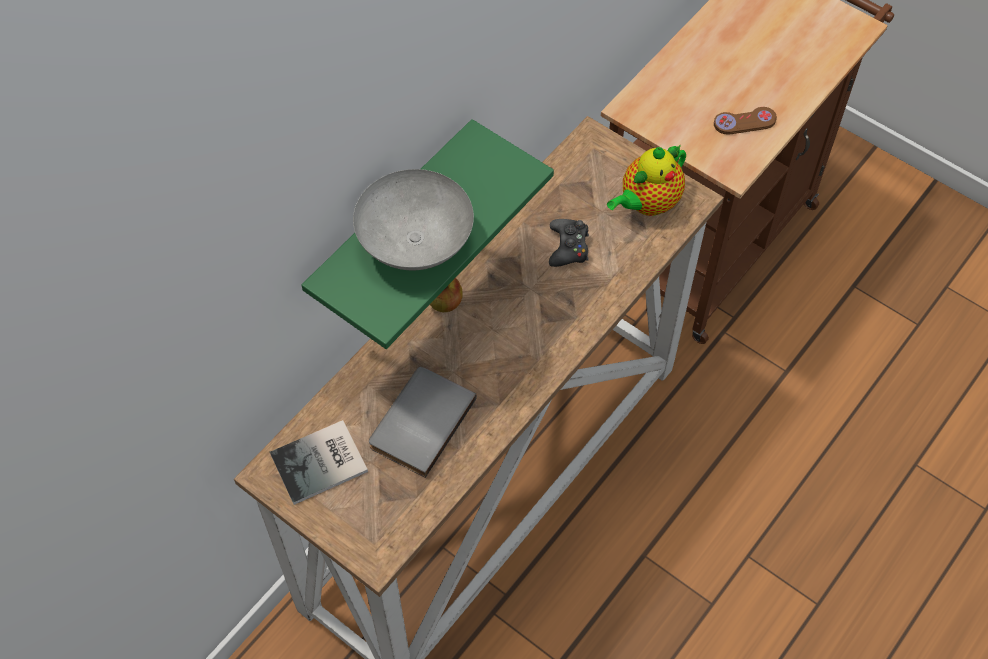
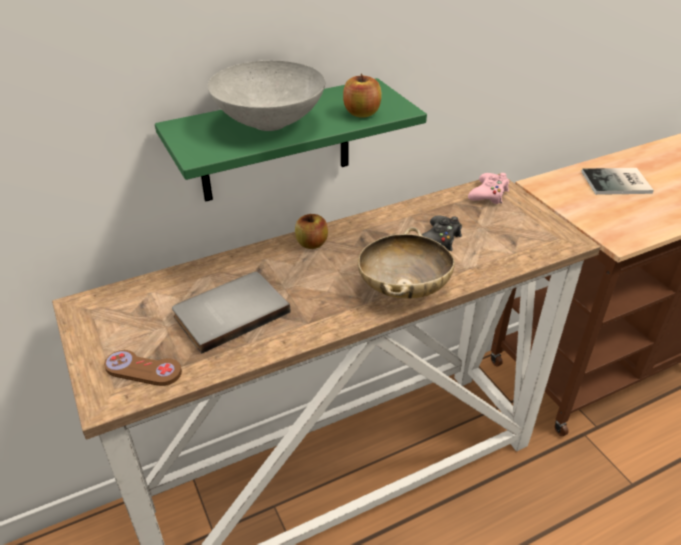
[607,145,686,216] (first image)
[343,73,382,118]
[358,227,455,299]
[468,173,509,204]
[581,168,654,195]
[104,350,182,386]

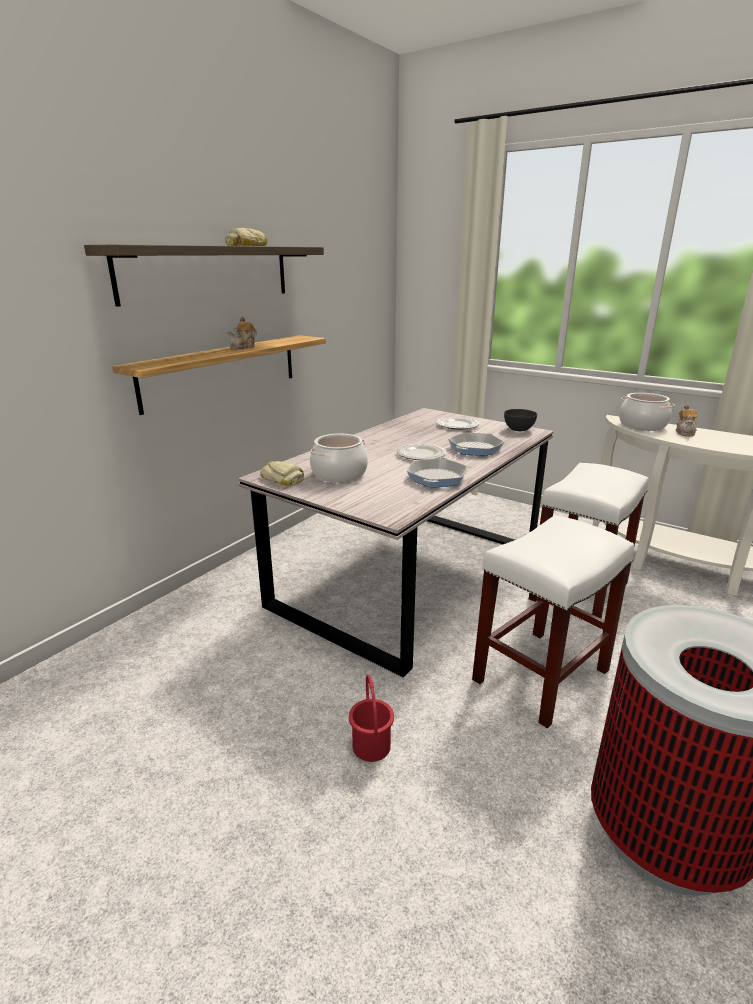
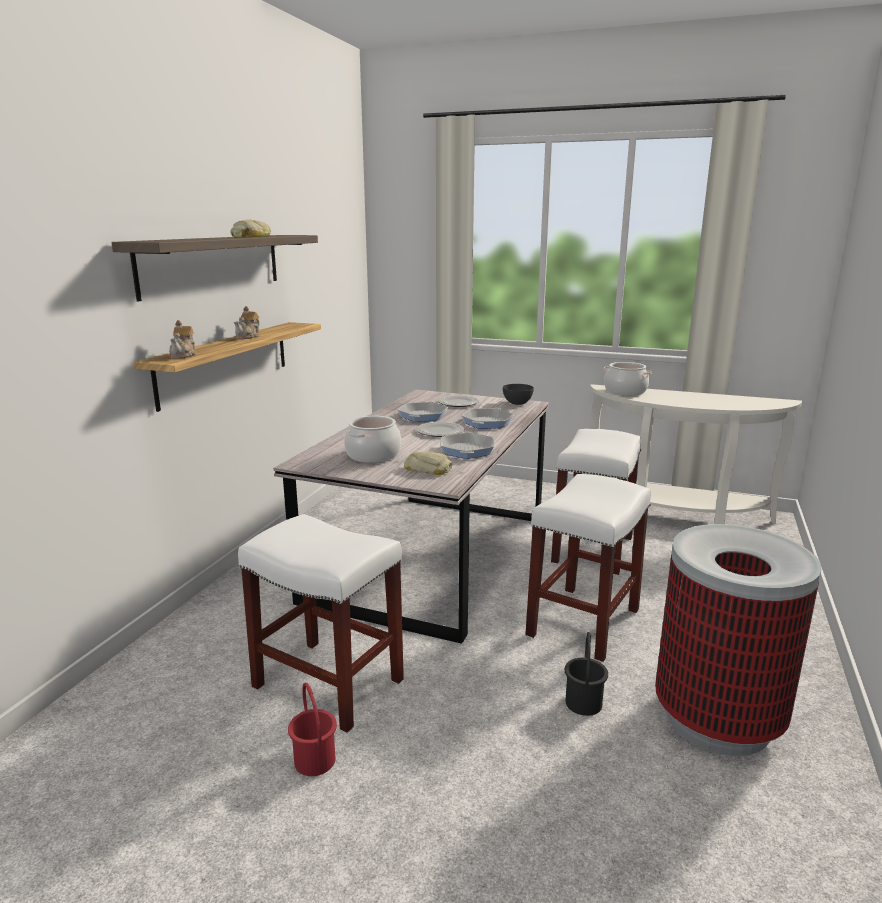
[238,514,404,734]
[398,402,448,422]
[565,632,608,716]
[404,452,452,475]
[288,683,337,776]
[169,320,197,359]

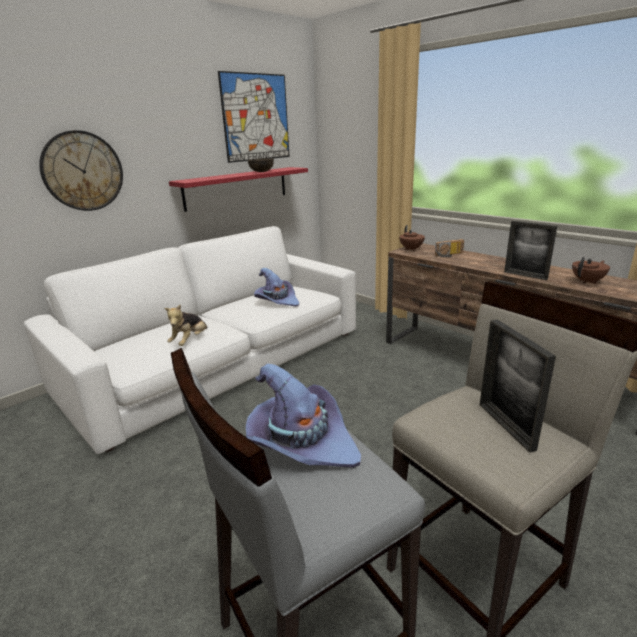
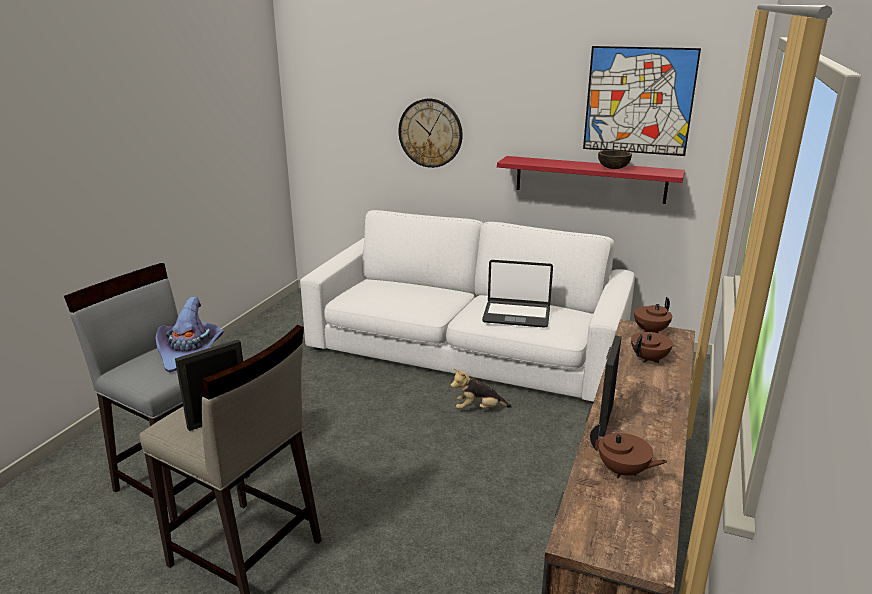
[451,369,512,409]
[482,260,553,328]
[631,331,673,363]

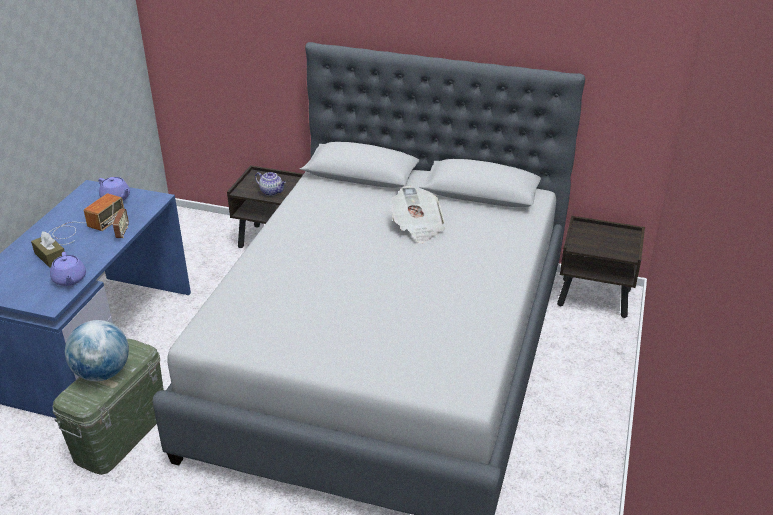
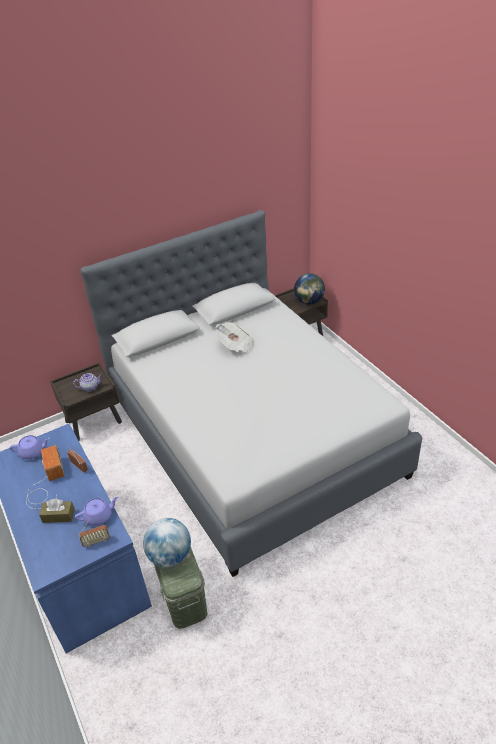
[79,519,110,547]
[294,273,325,305]
[75,497,118,526]

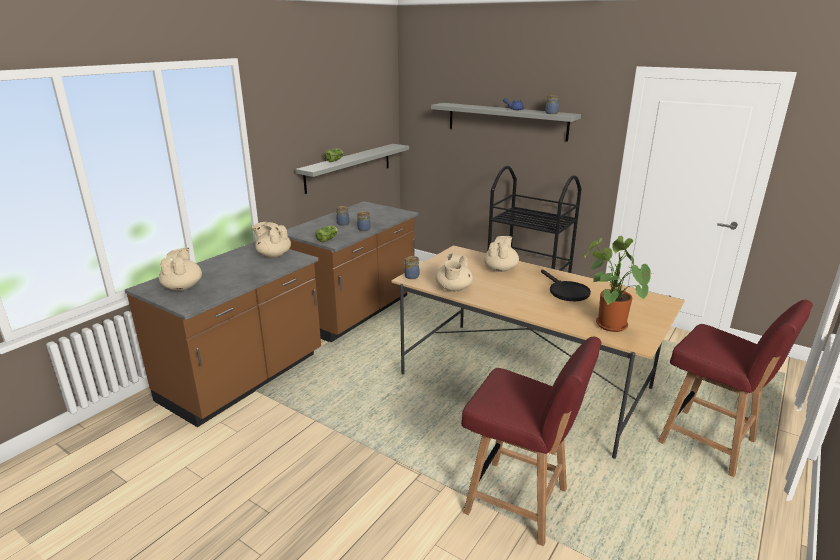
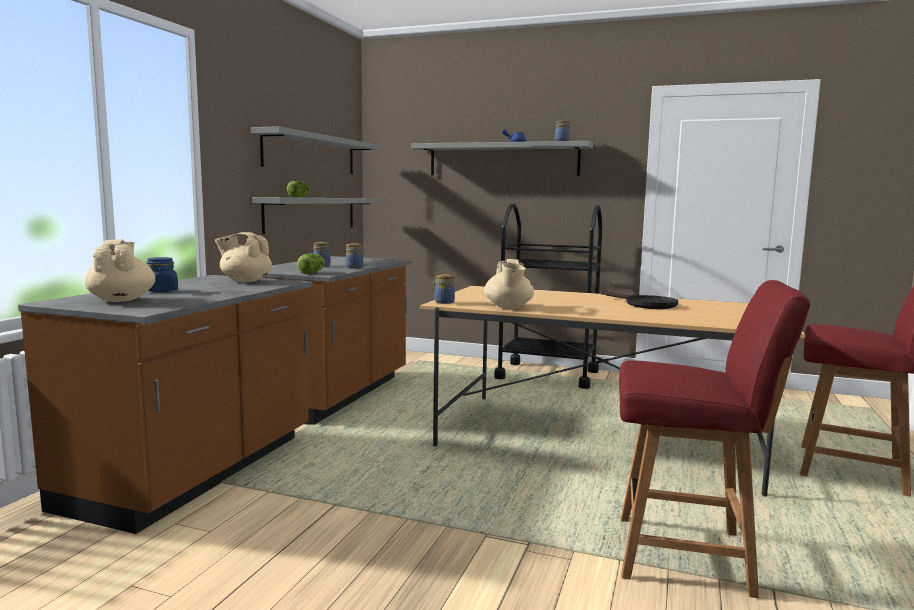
[484,236,519,272] (first image)
[584,236,653,332] (first image)
[146,257,178,292]
[251,126,380,174]

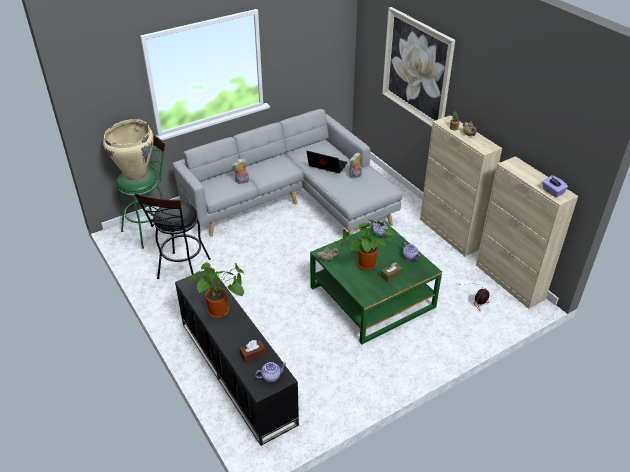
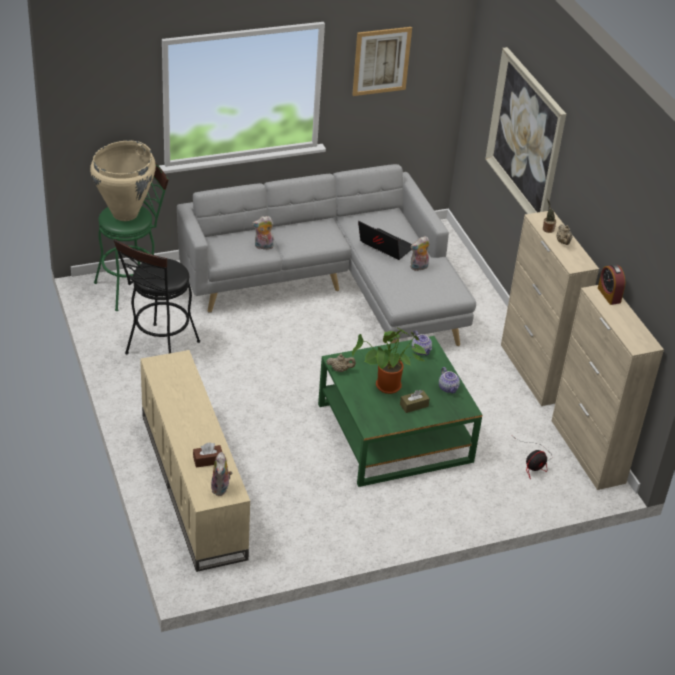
[185,262,244,318] (first image)
[542,175,568,197] (first image)
[352,27,412,96]
[598,264,625,305]
[211,452,232,496]
[140,350,250,572]

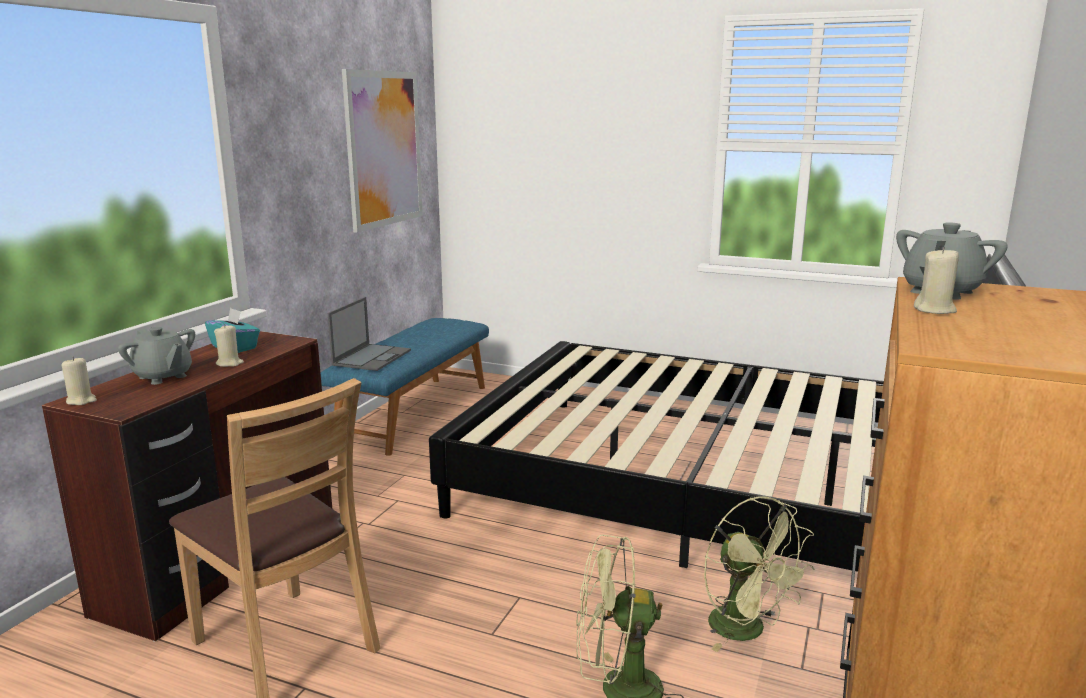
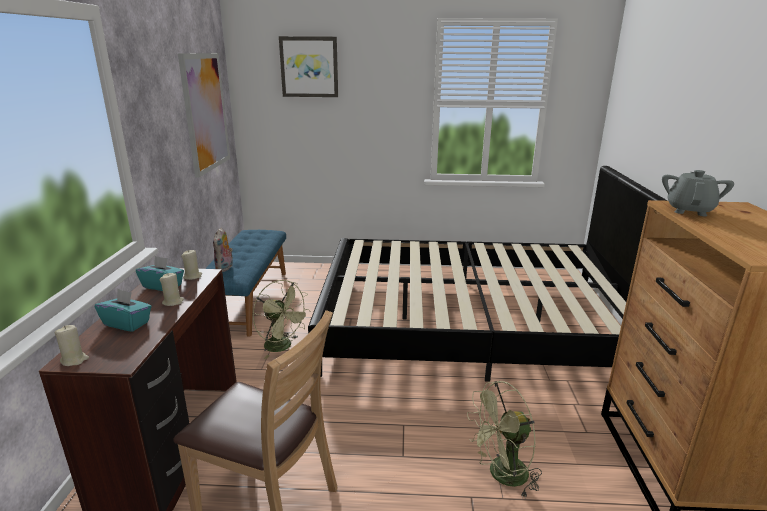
[279,36,338,97]
[253,280,311,359]
[181,250,202,280]
[95,289,152,332]
[213,227,233,272]

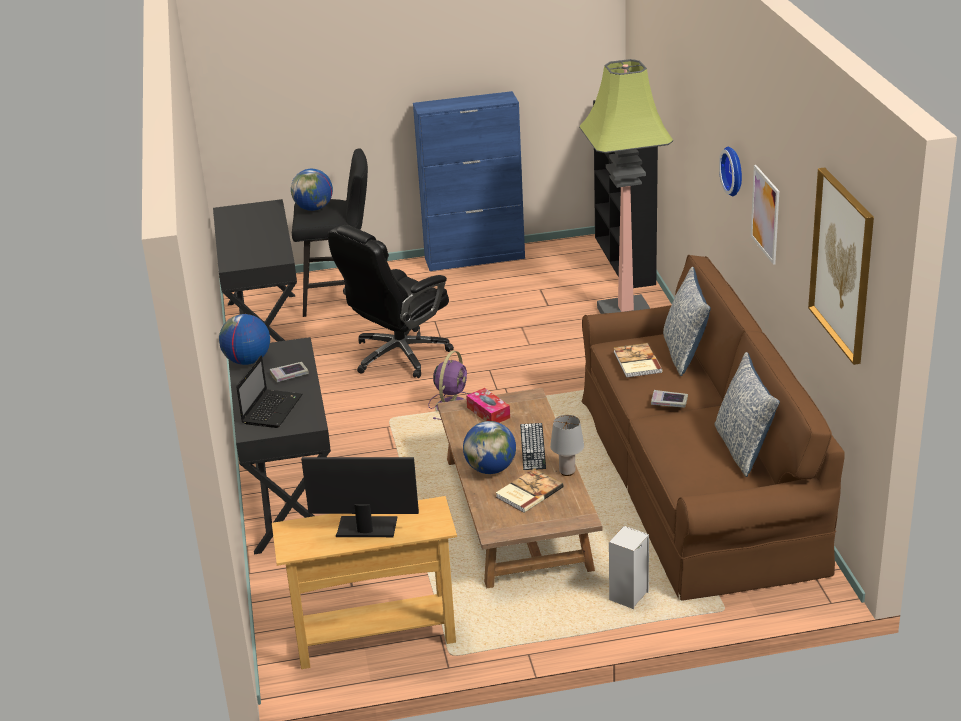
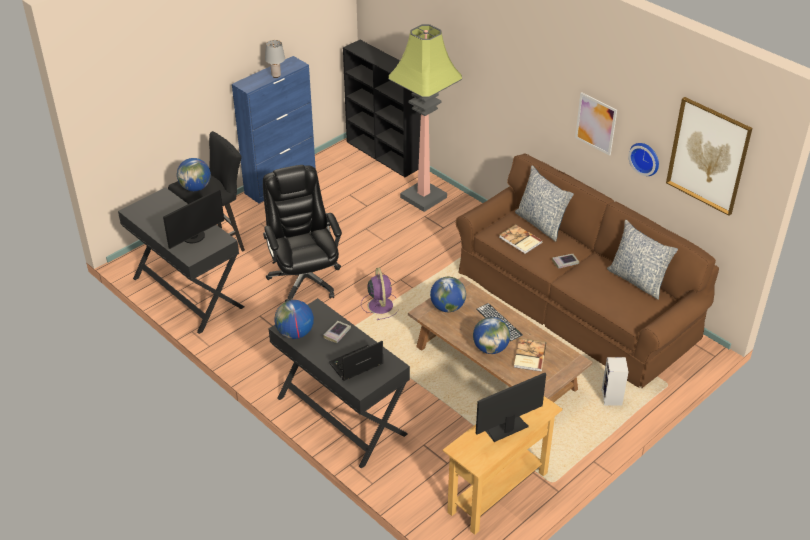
[163,189,224,249]
[265,40,285,78]
[628,143,659,176]
[430,277,466,312]
[329,341,383,381]
[263,165,342,302]

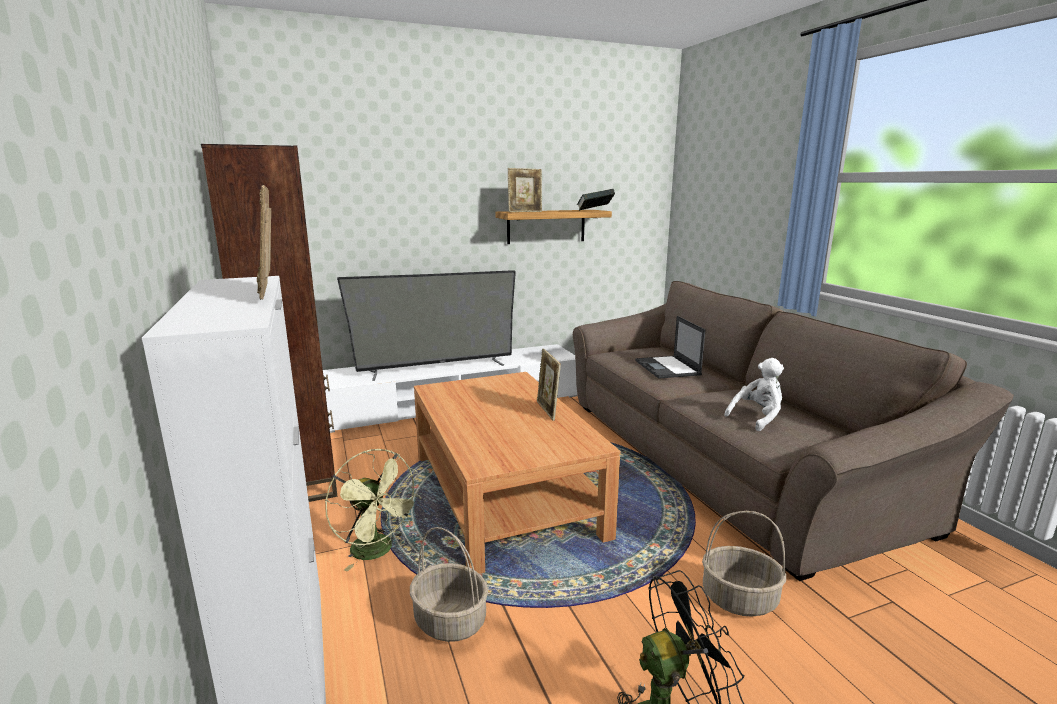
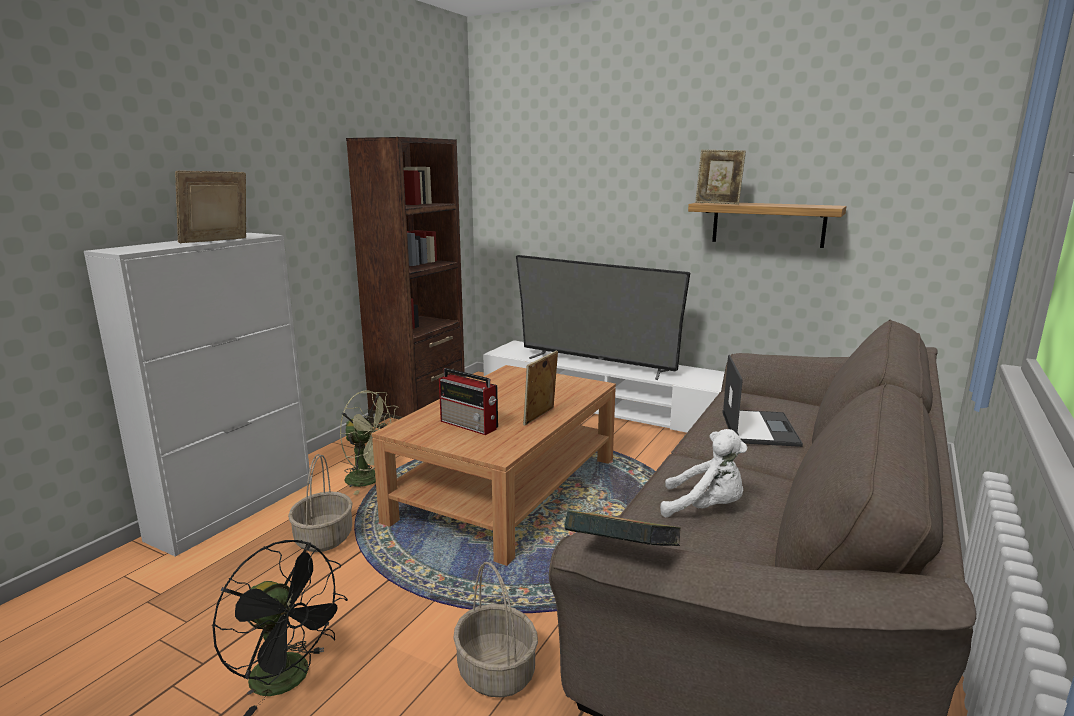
[439,368,498,435]
[564,510,681,546]
[340,390,399,495]
[722,355,803,447]

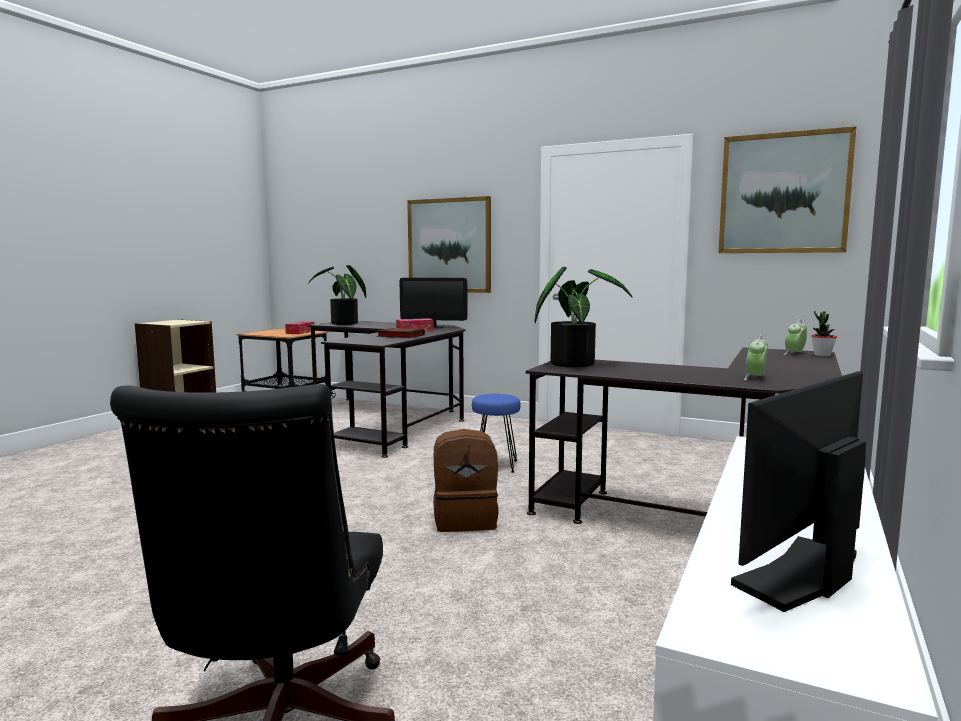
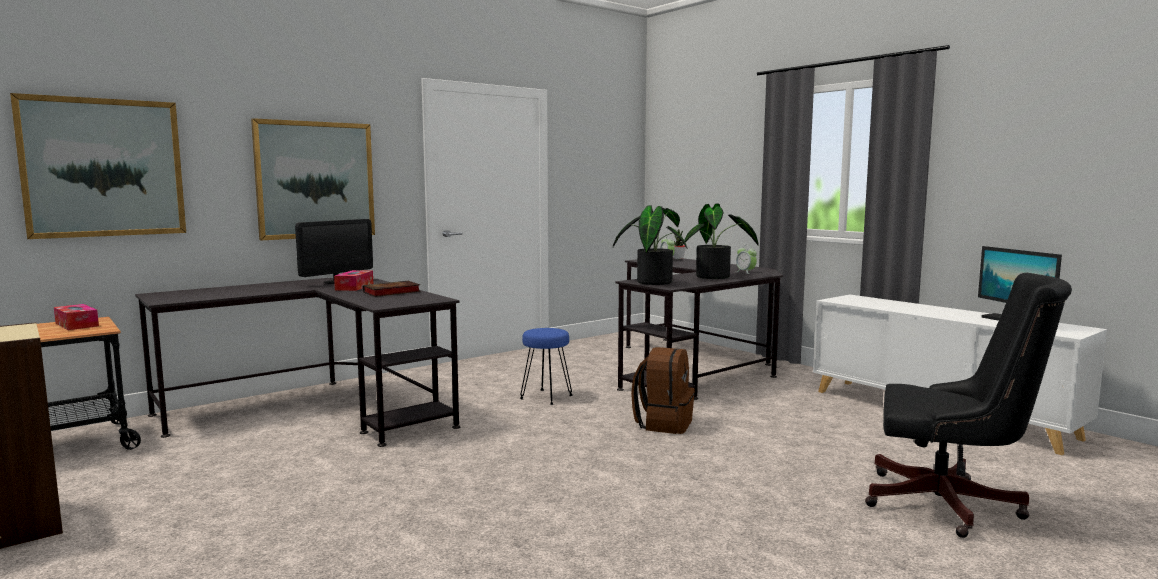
[683,204,759,279]
[10,93,186,239]

